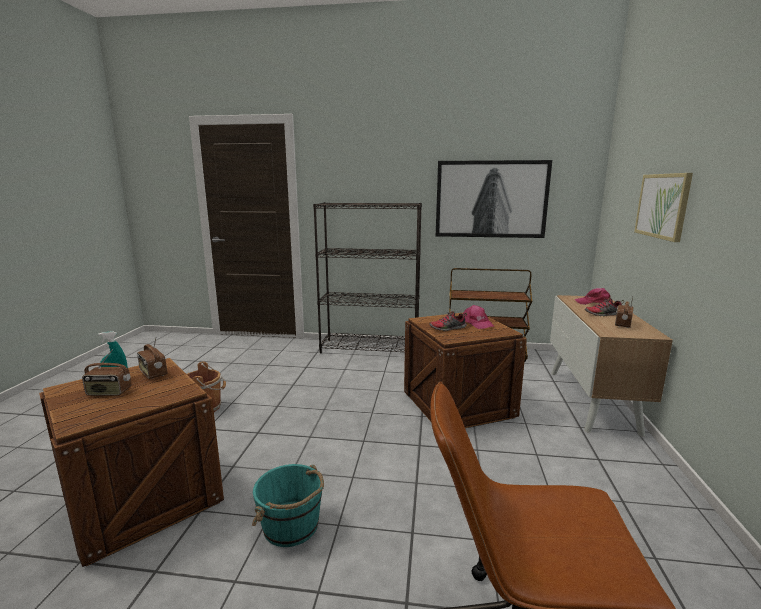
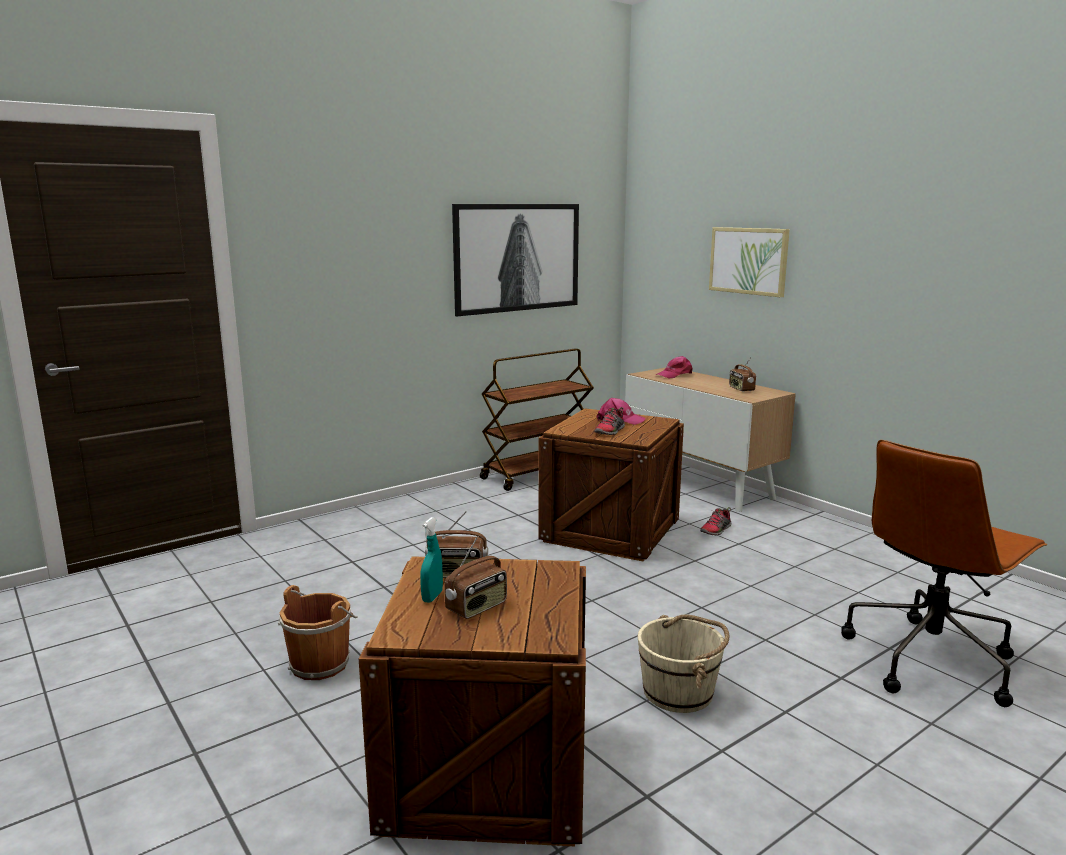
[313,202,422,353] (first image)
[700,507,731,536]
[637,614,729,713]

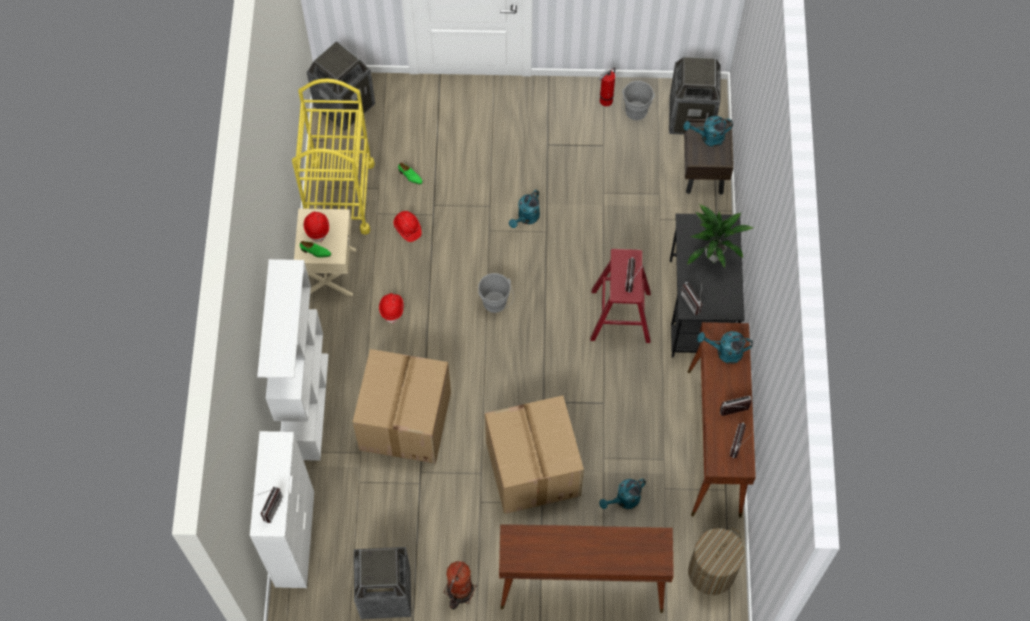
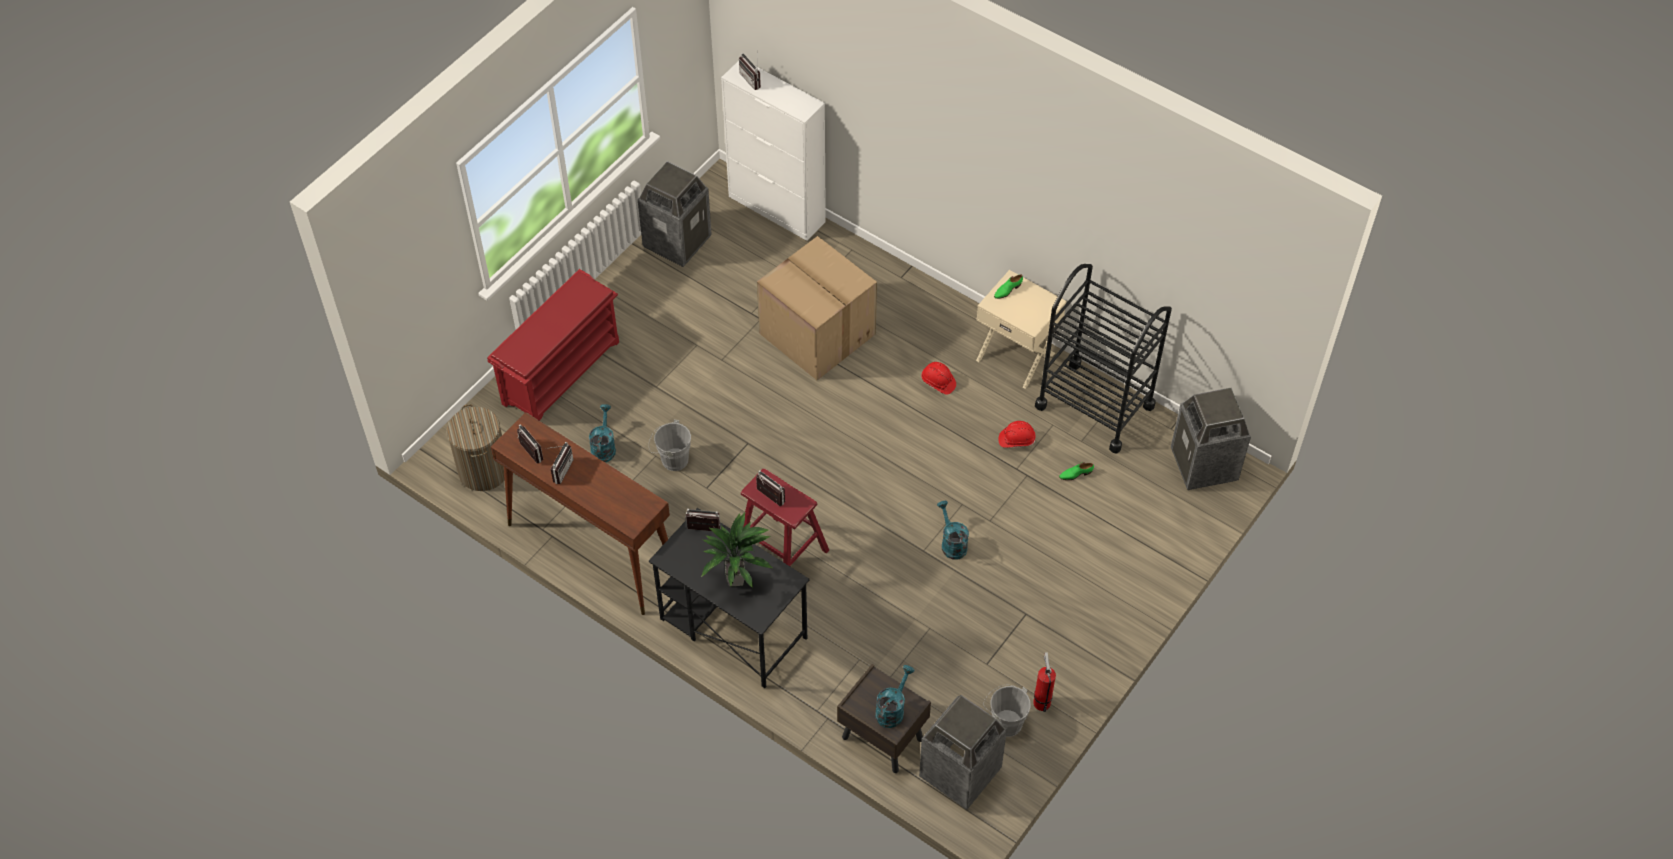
[257,259,329,461] (first image)
[304,211,329,242] (first image)
[444,561,477,609] (first image)
[485,395,584,514] (first image)
[697,331,753,364] (first image)
[649,420,691,471]
[487,269,619,421]
[1035,264,1172,454]

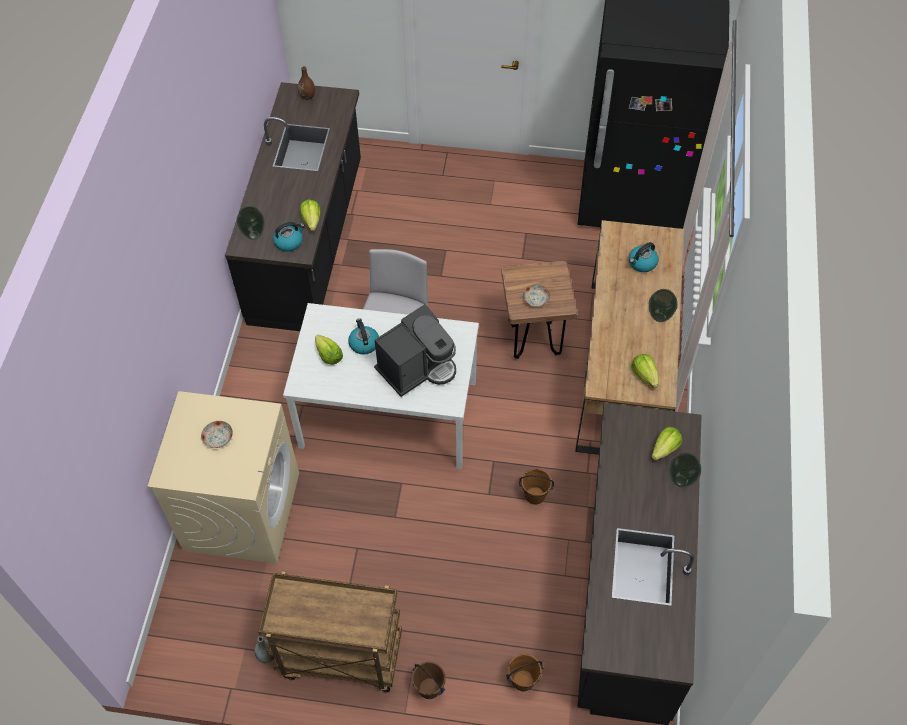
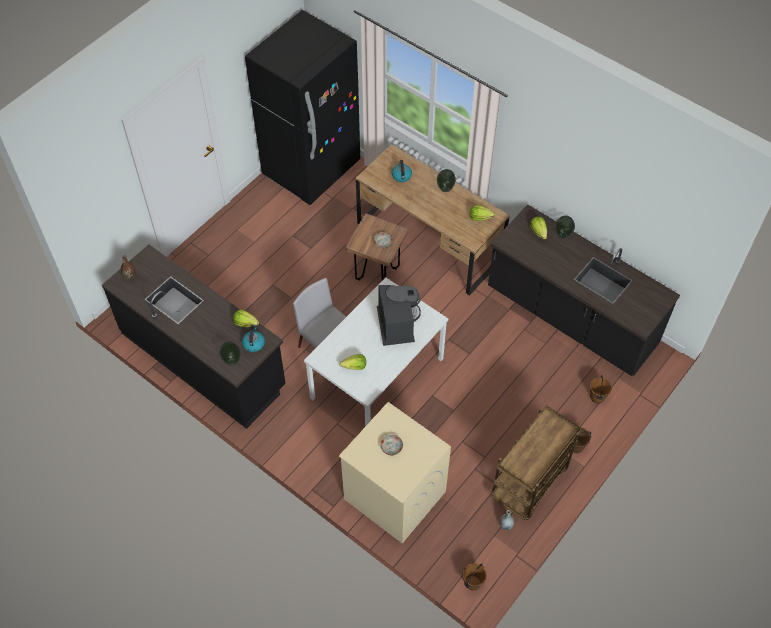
[348,318,379,355] (first image)
[463,563,487,590]

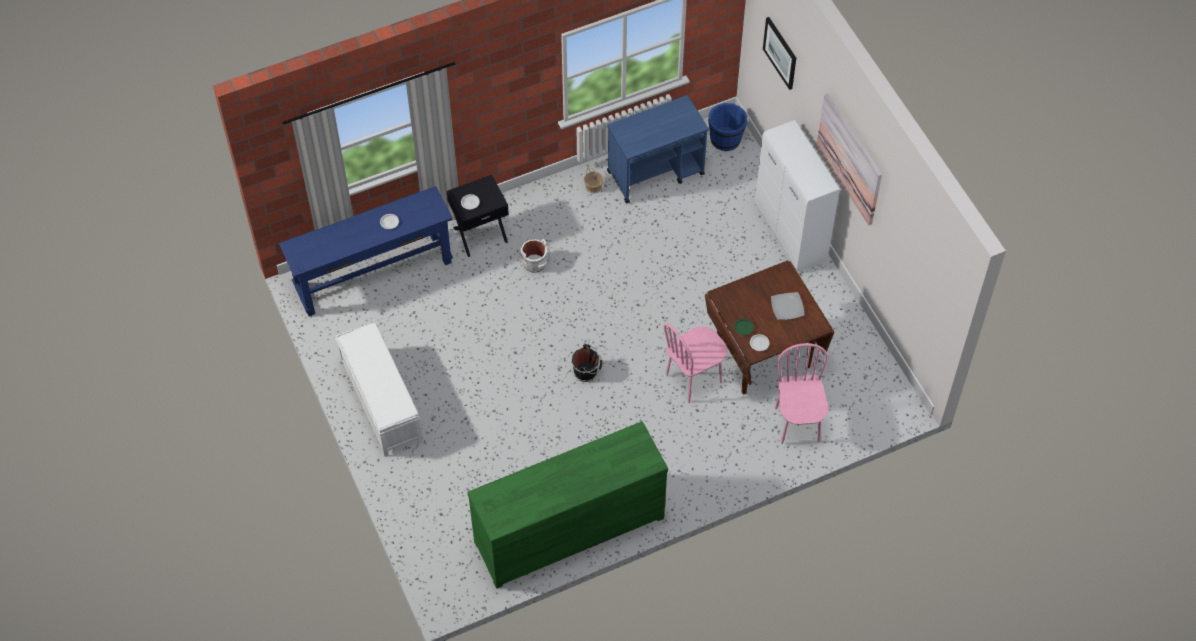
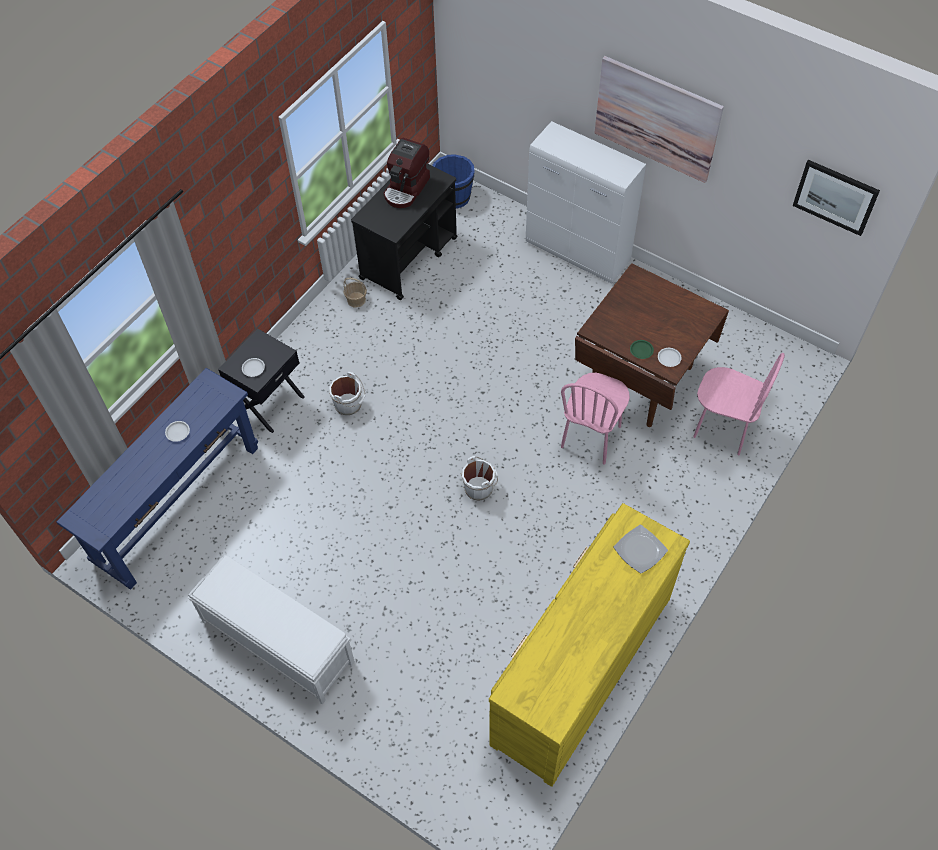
[384,138,430,208]
[793,160,880,236]
[614,525,668,574]
[489,503,690,787]
[461,456,498,501]
[351,164,458,300]
[693,353,785,456]

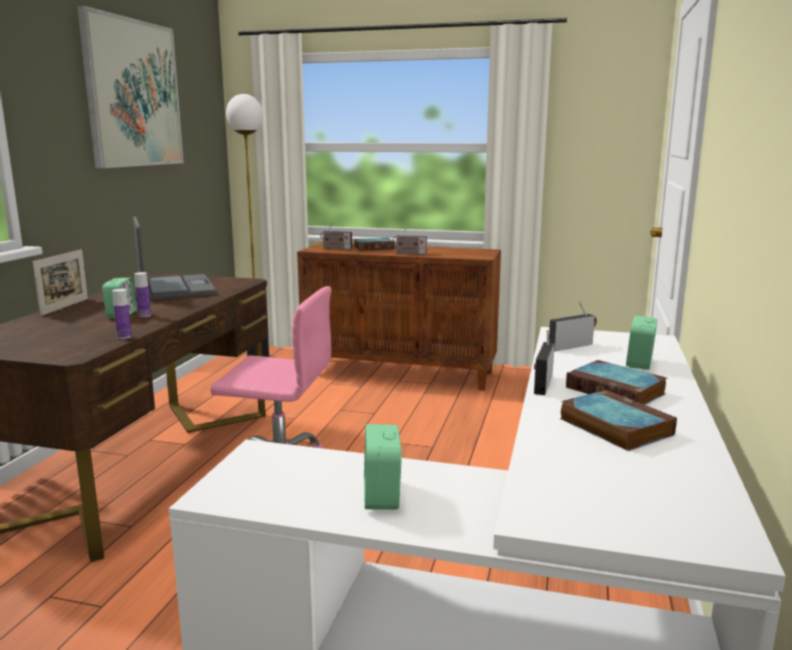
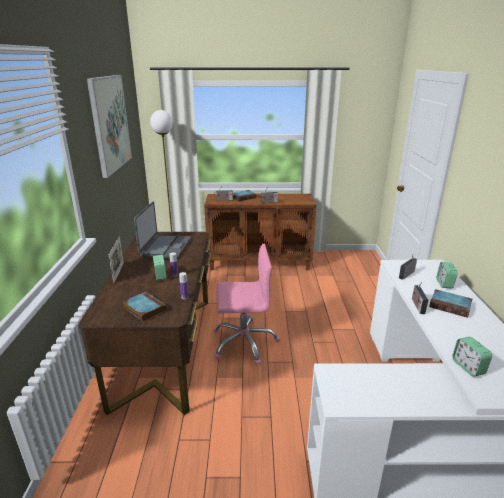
[452,337,492,377]
[123,291,166,322]
[134,201,191,259]

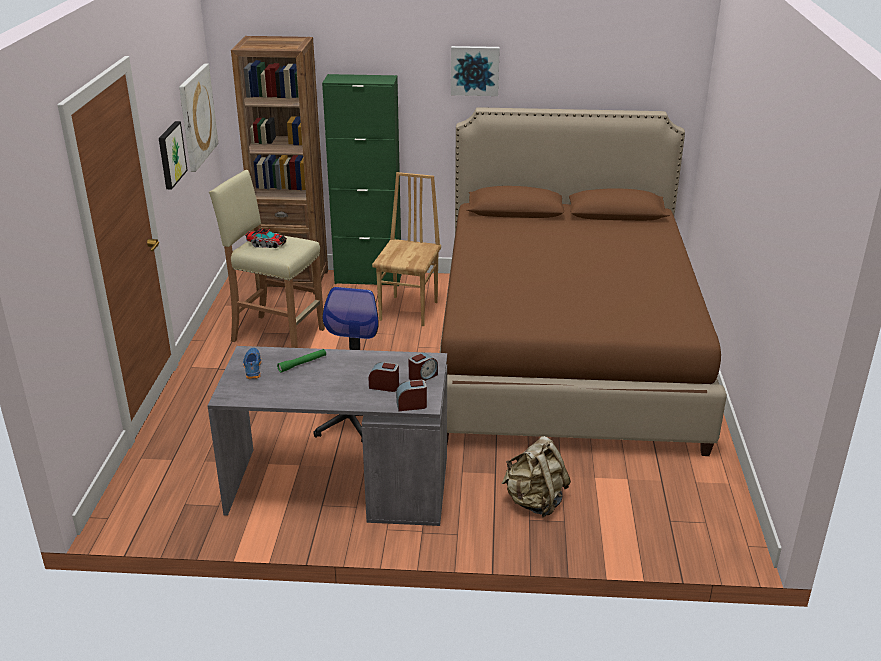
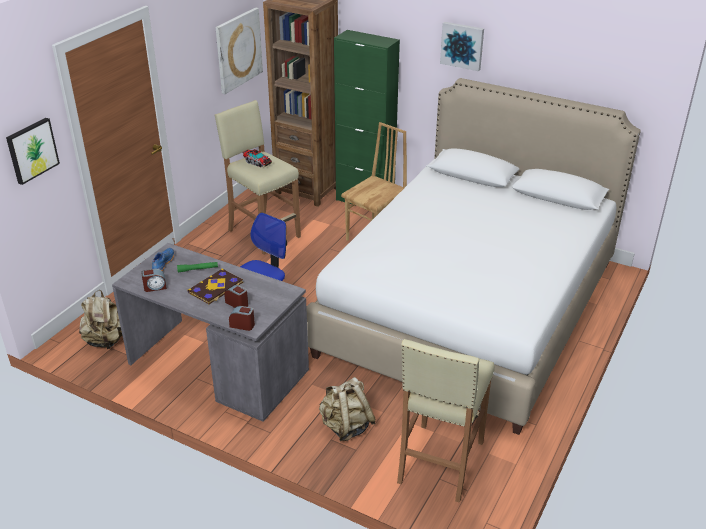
[79,290,122,349]
[188,269,243,304]
[397,339,495,503]
[6,118,60,185]
[141,269,167,292]
[306,78,641,435]

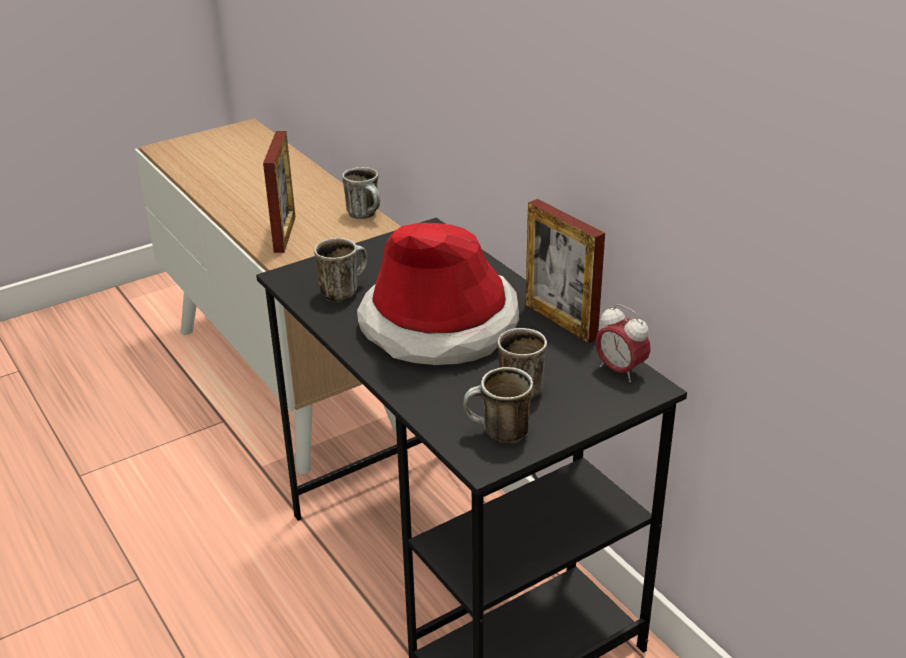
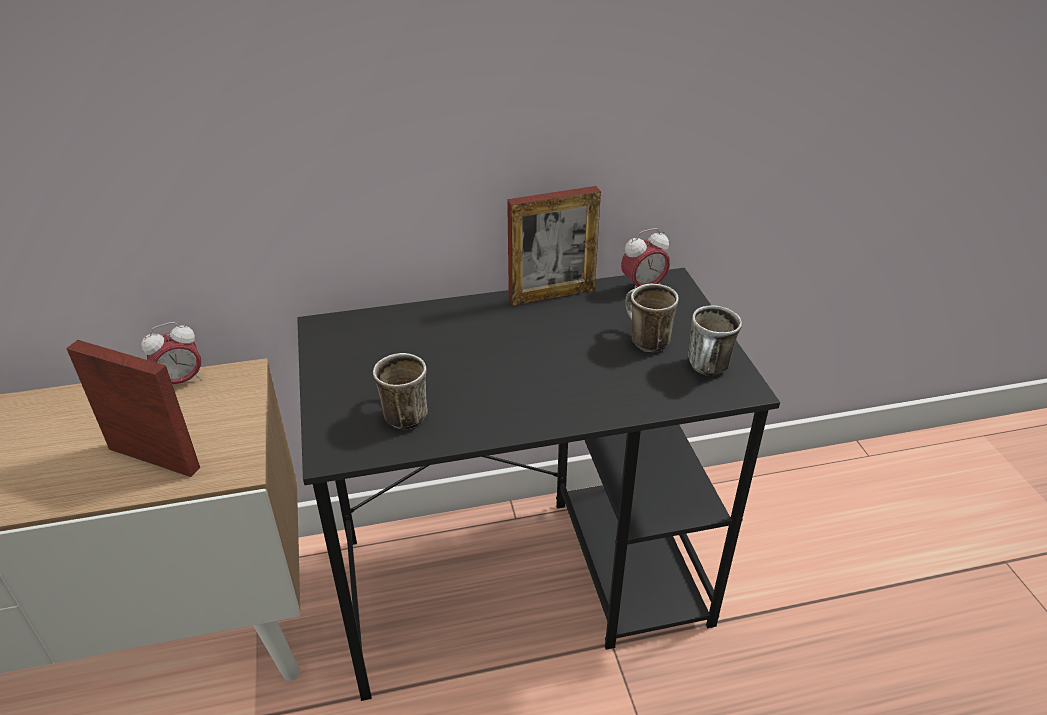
[357,223,519,365] (first image)
[141,322,202,384]

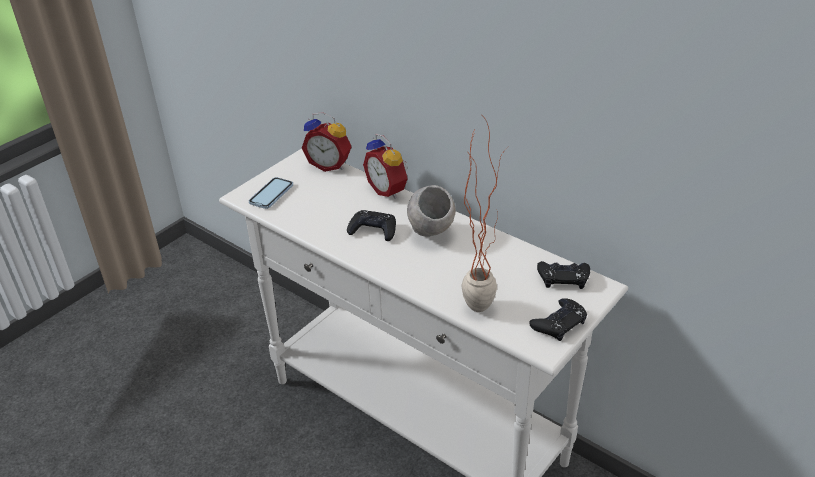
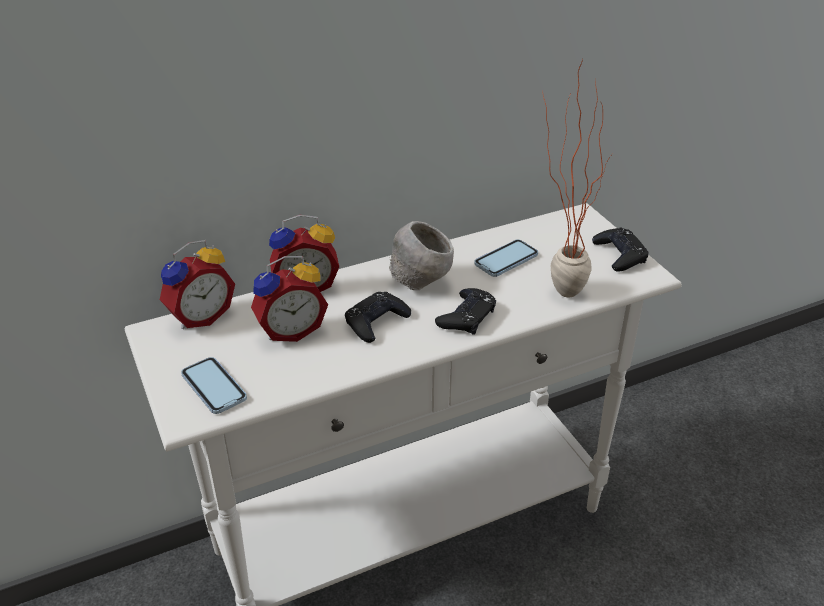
[251,256,328,342]
[474,239,538,277]
[435,288,496,335]

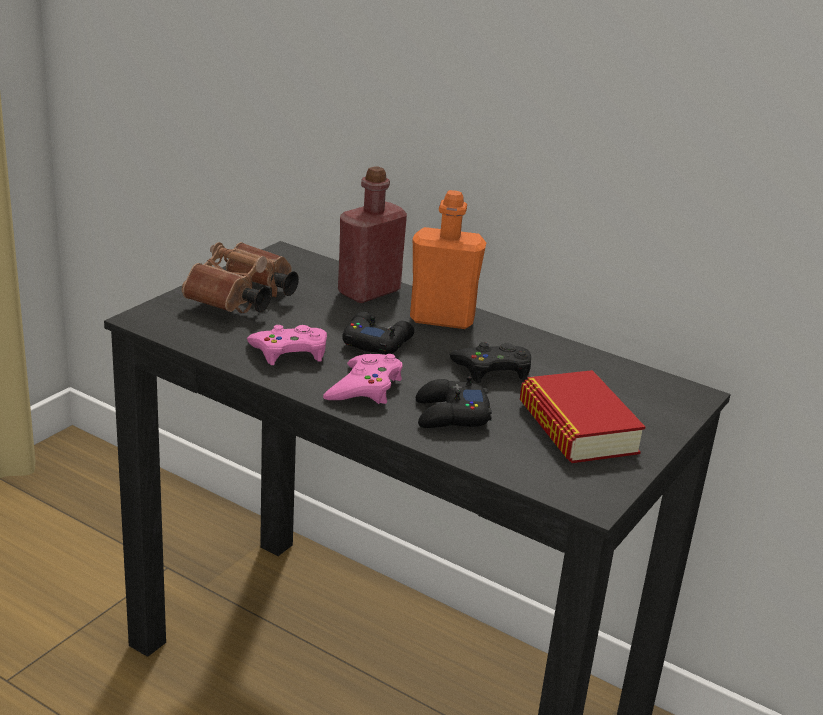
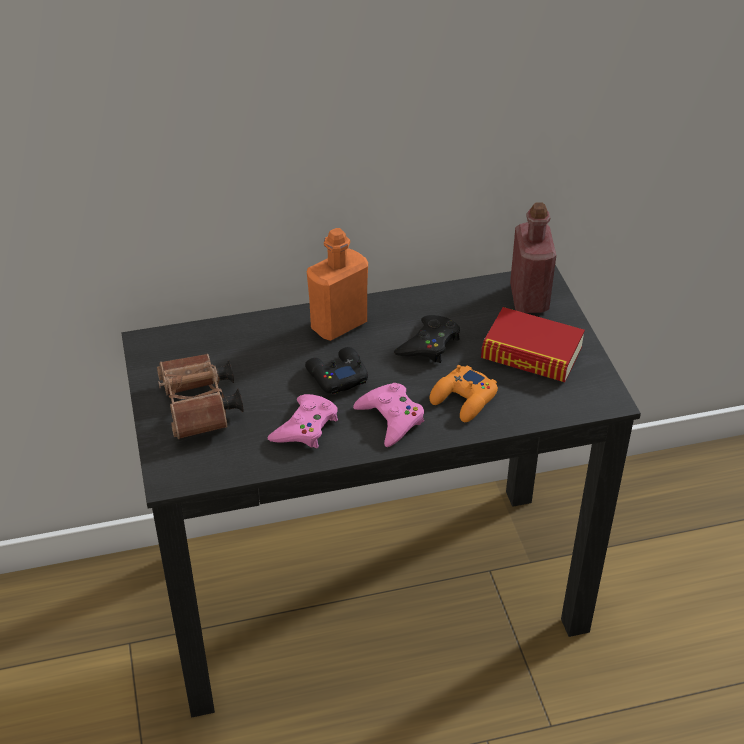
[510,202,556,313]
[430,365,498,422]

